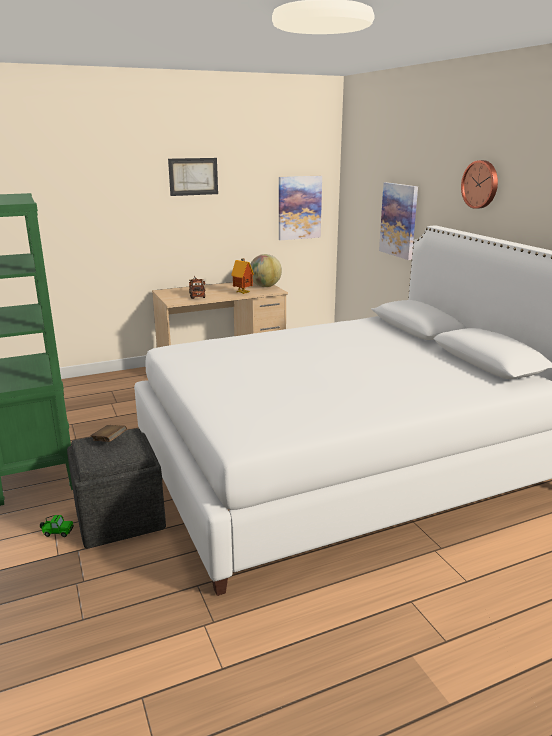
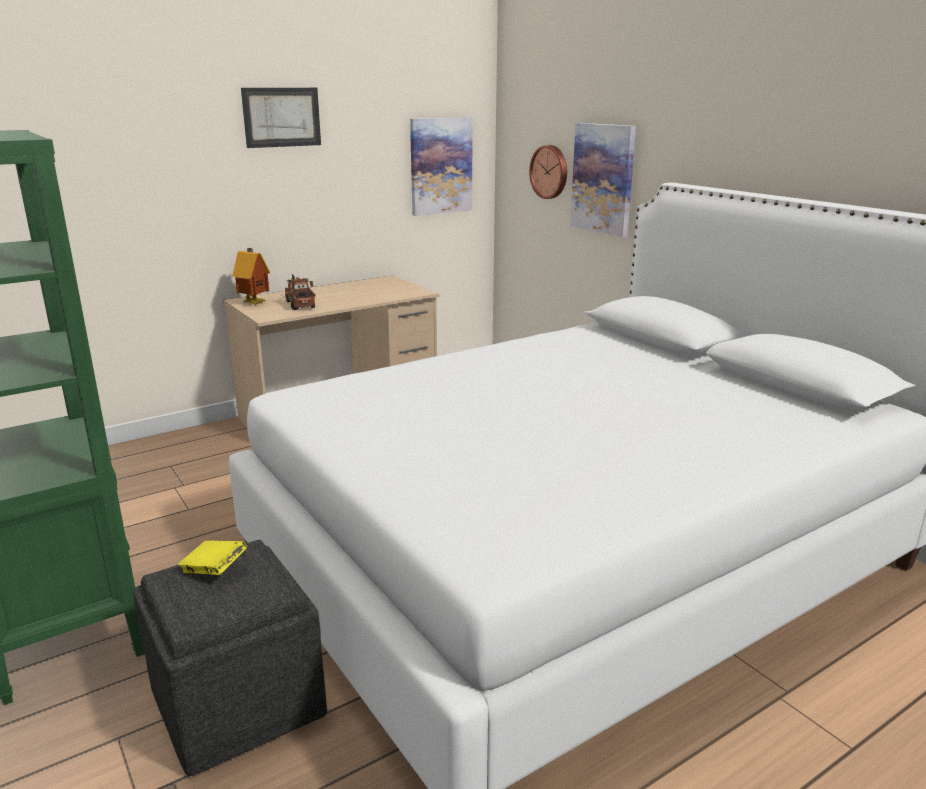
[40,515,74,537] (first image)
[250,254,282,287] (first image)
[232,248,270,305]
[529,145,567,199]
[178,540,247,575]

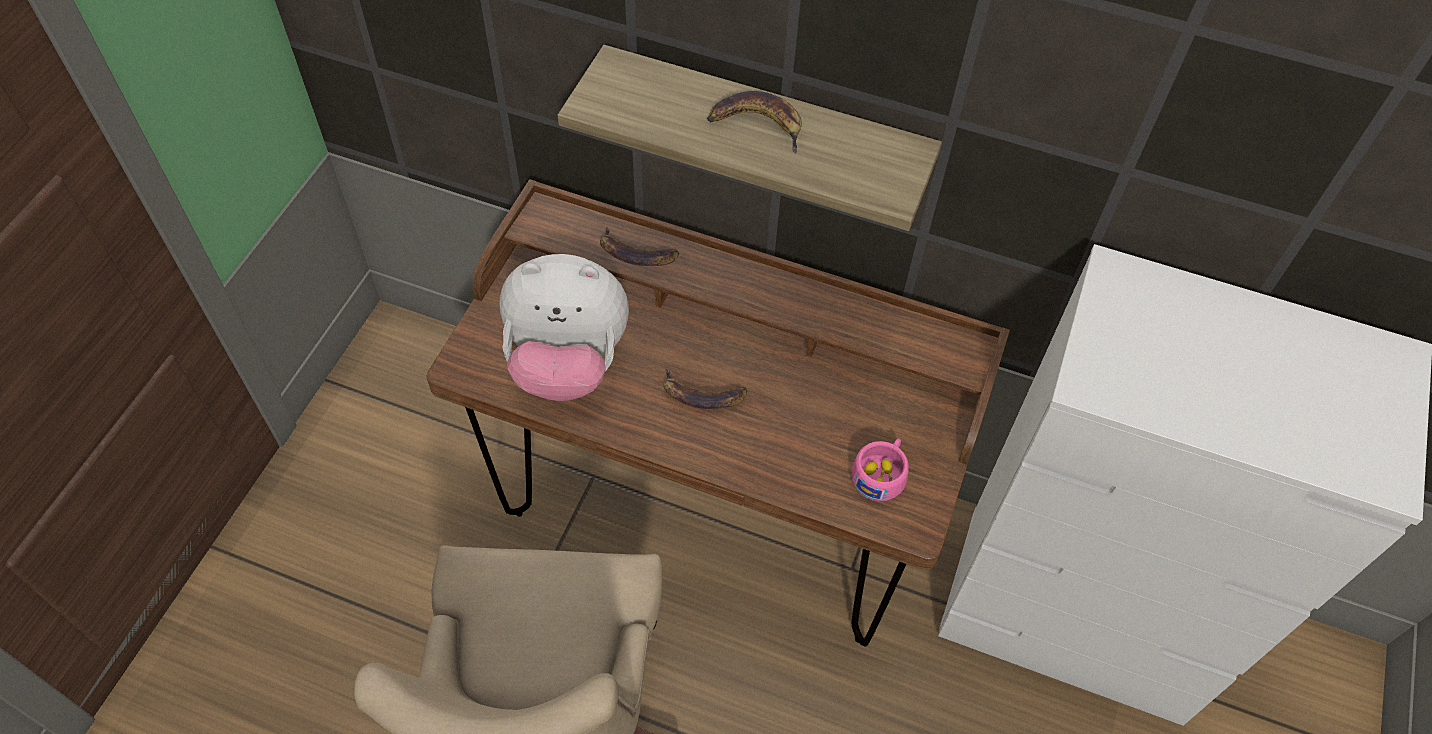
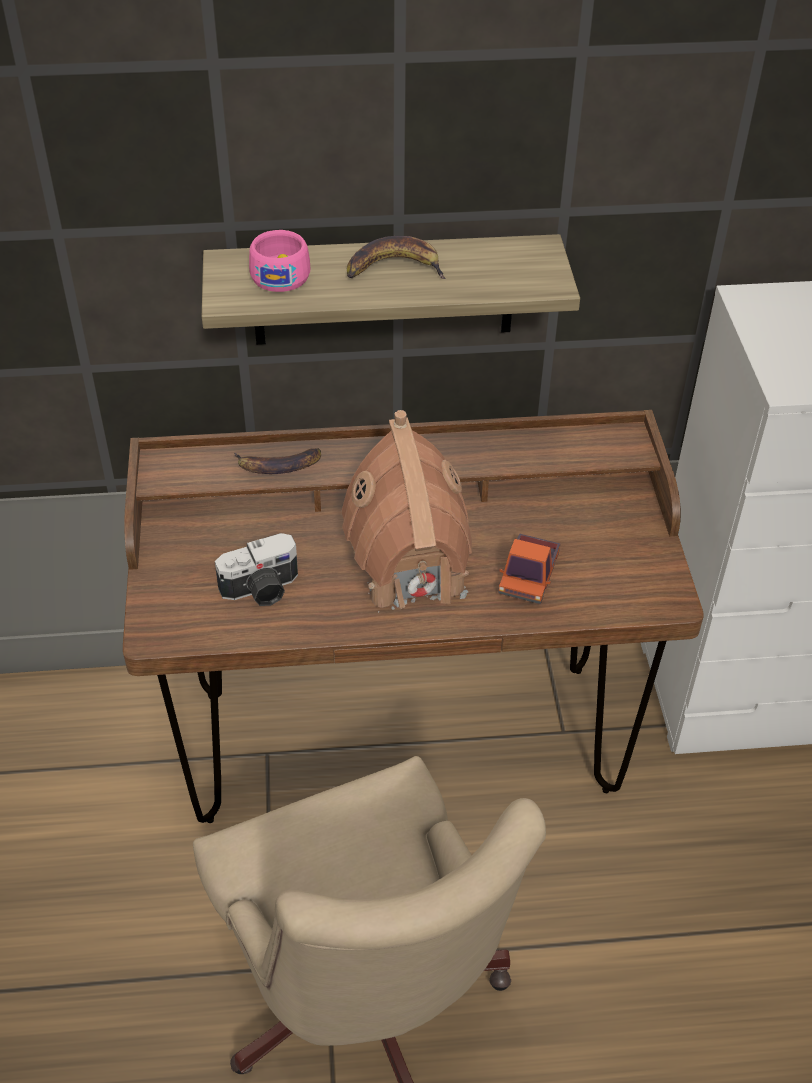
[498,533,560,604]
[249,230,310,292]
[215,533,298,606]
[341,410,472,613]

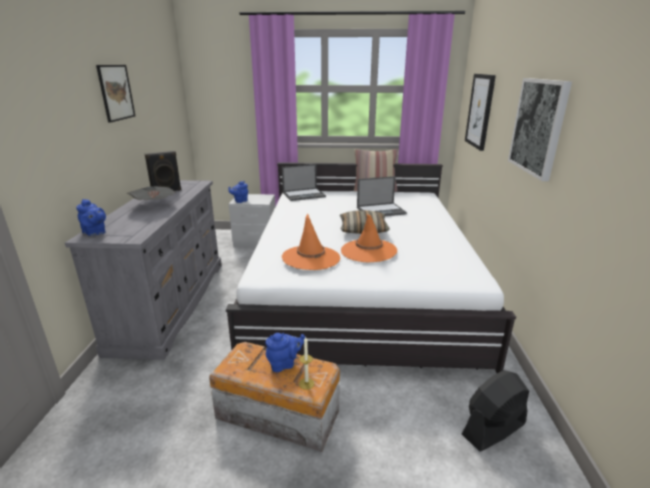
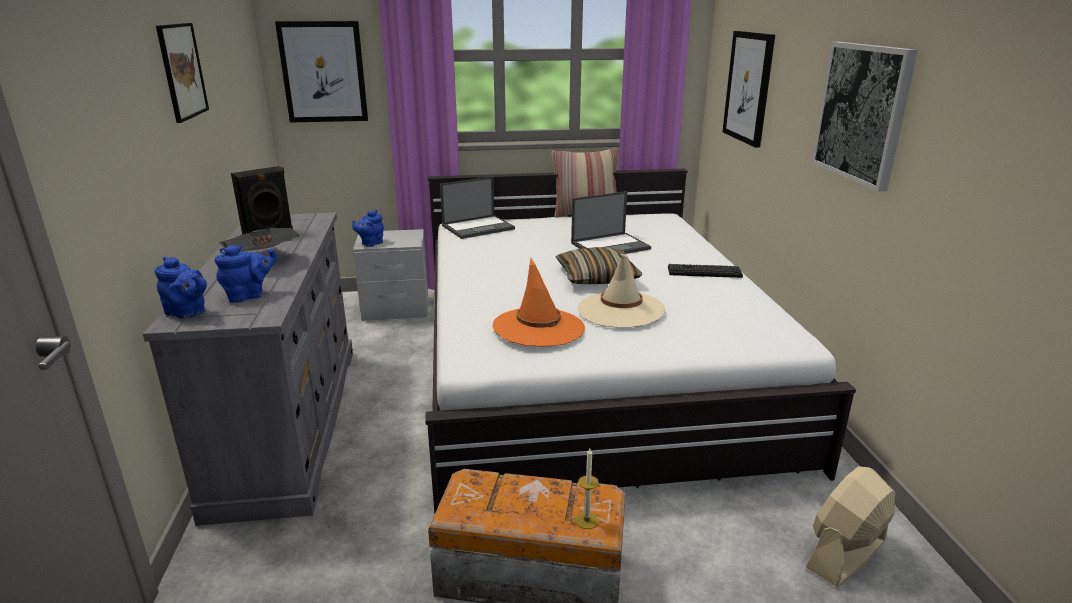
[275,21,368,122]
[668,264,743,278]
[215,245,277,303]
[577,254,665,328]
[806,466,895,588]

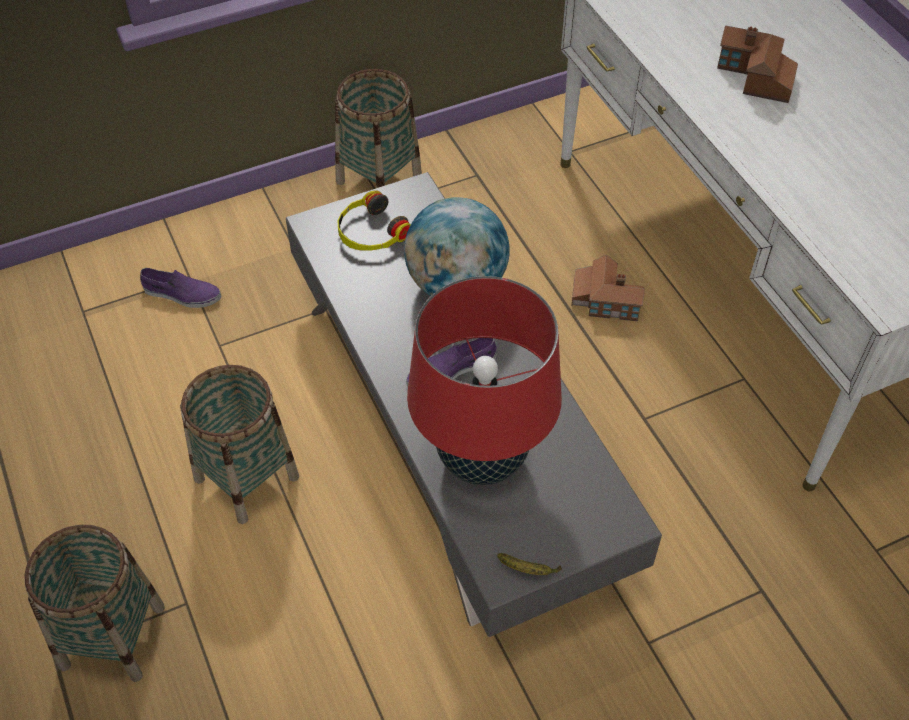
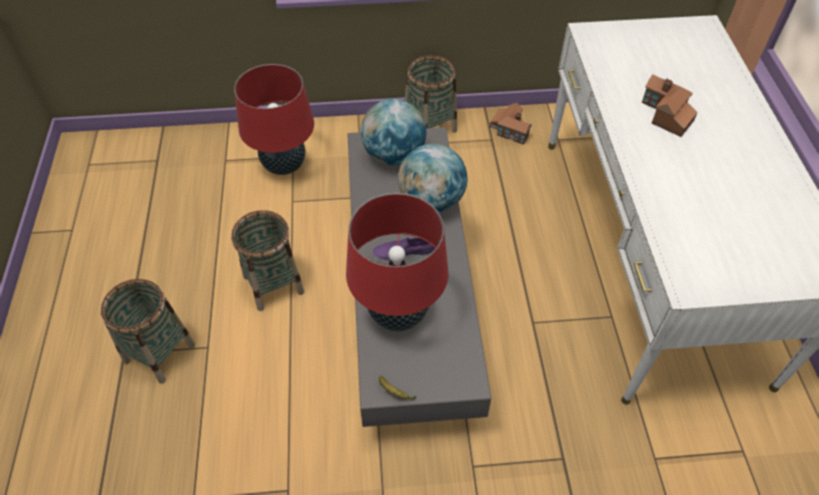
[490,102,532,145]
[234,64,314,175]
[361,99,426,165]

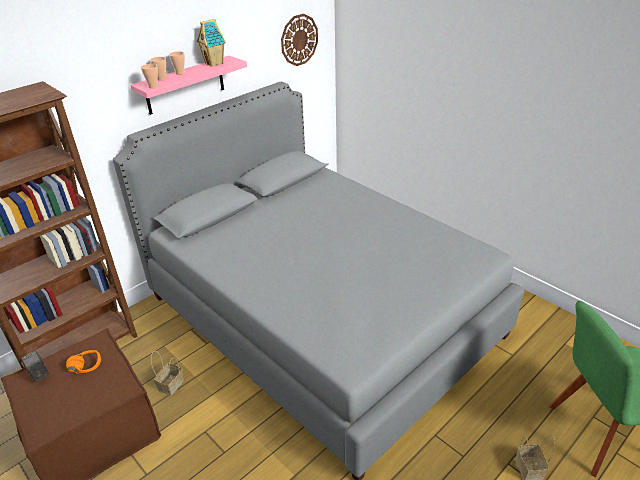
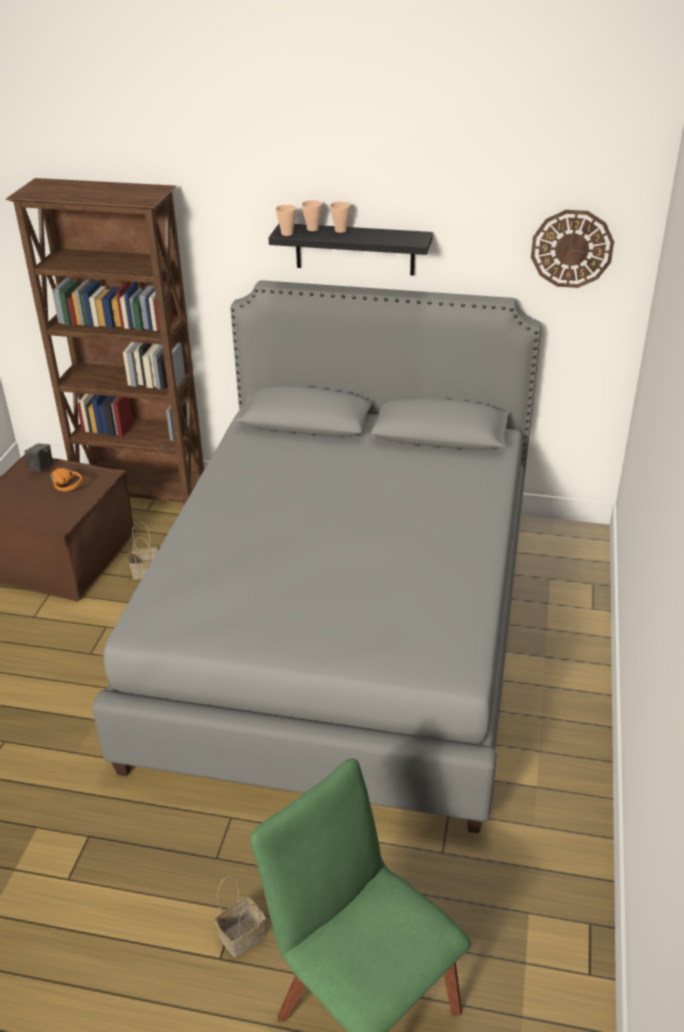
[197,19,226,67] (first image)
[269,224,433,276]

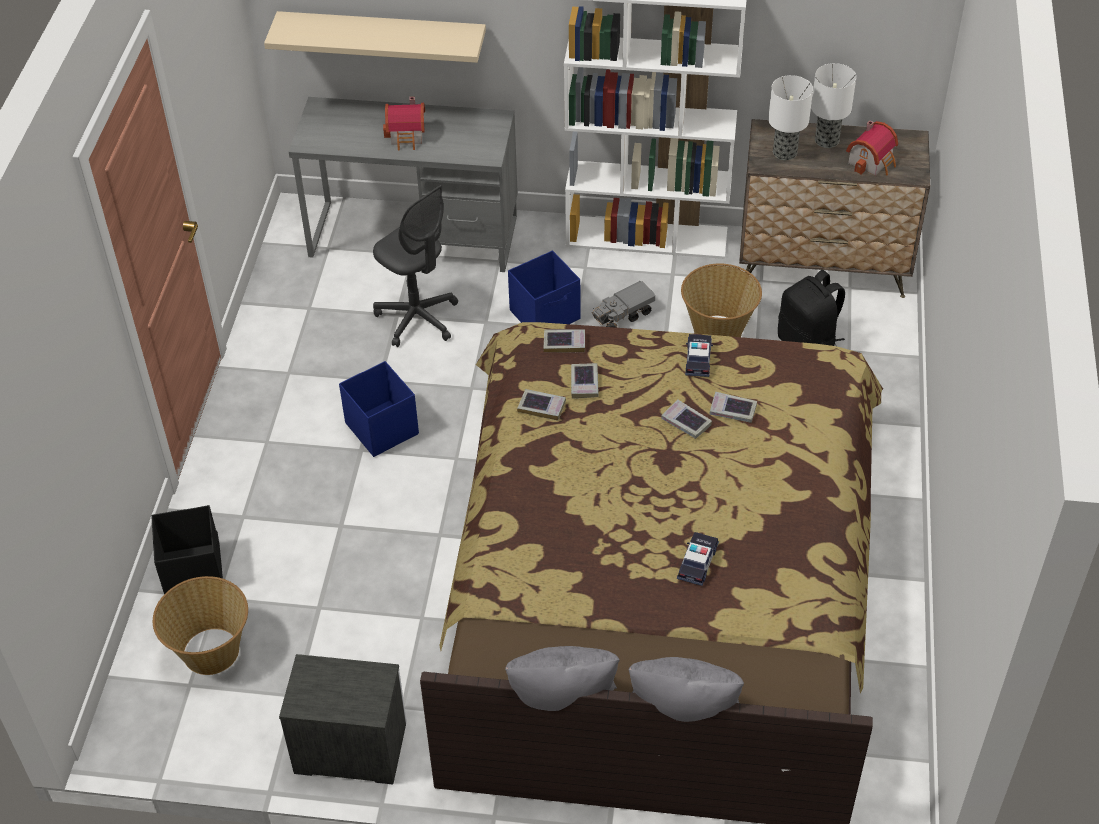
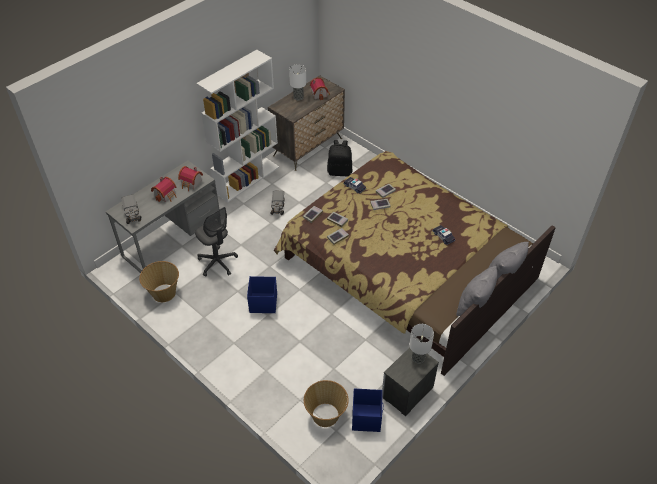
[151,505,223,594] (first image)
[264,11,486,63] (first image)
[121,195,142,224]
[178,166,203,191]
[352,389,384,432]
[139,261,179,302]
[409,324,434,363]
[195,207,238,277]

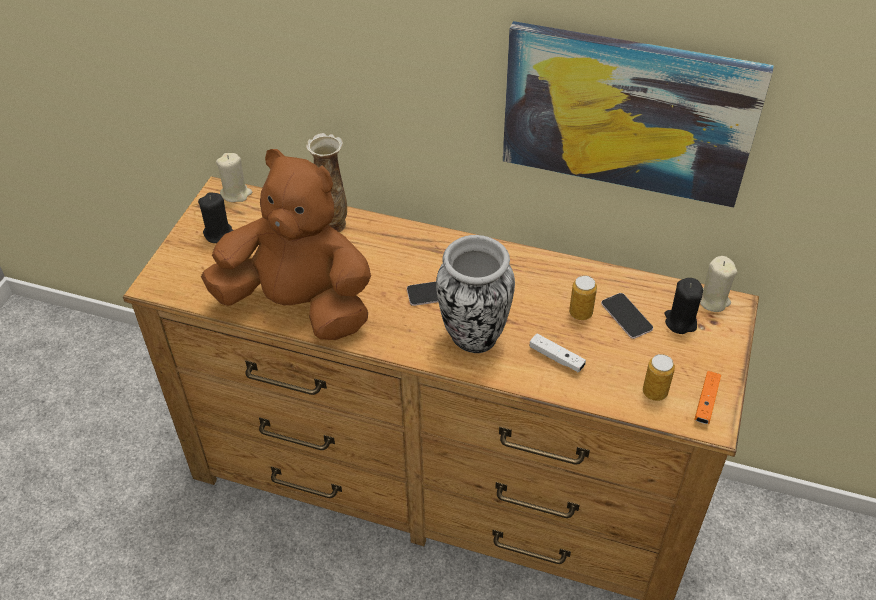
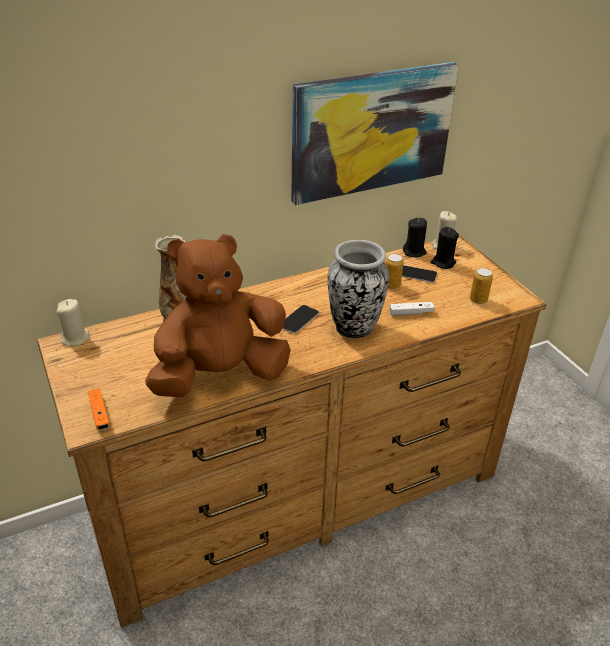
[403,218,427,257]
[88,388,110,430]

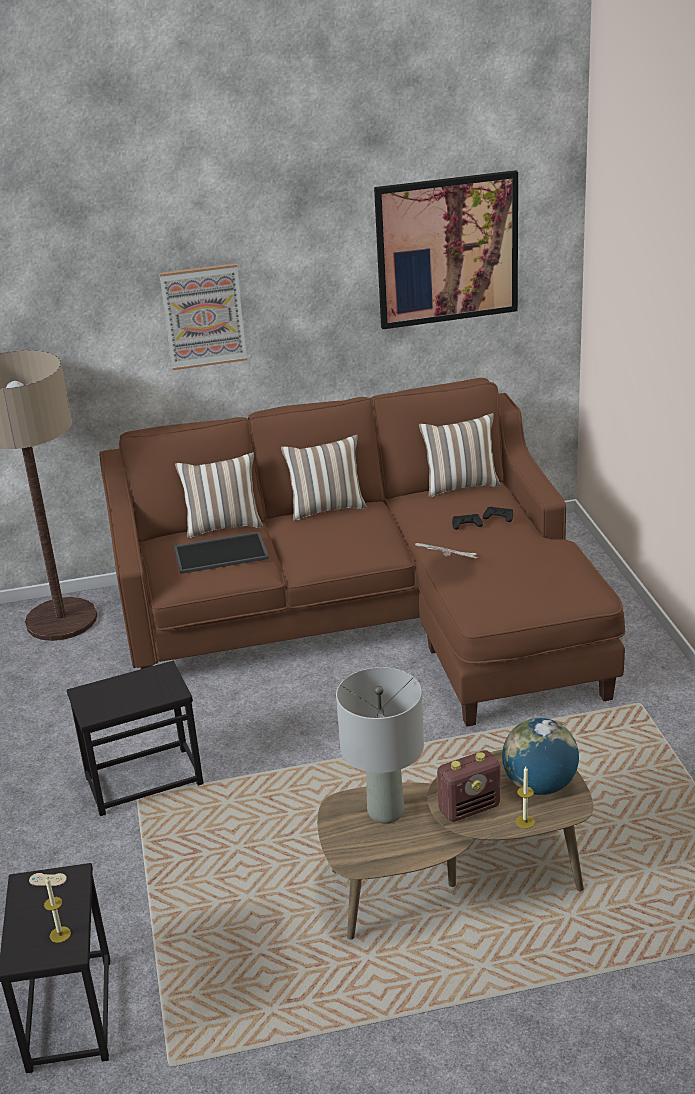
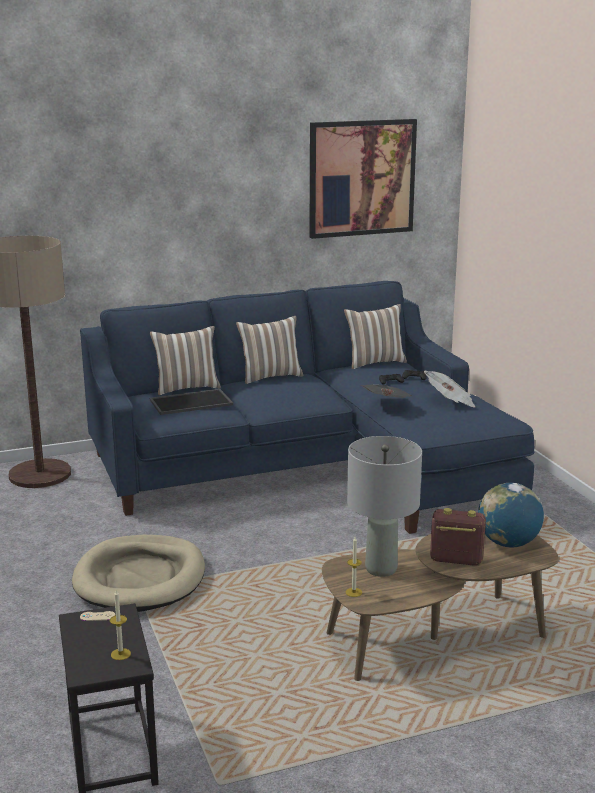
[159,263,247,370] (first image)
[424,371,475,407]
[346,537,362,597]
[72,535,205,612]
[80,281,534,534]
[430,508,486,566]

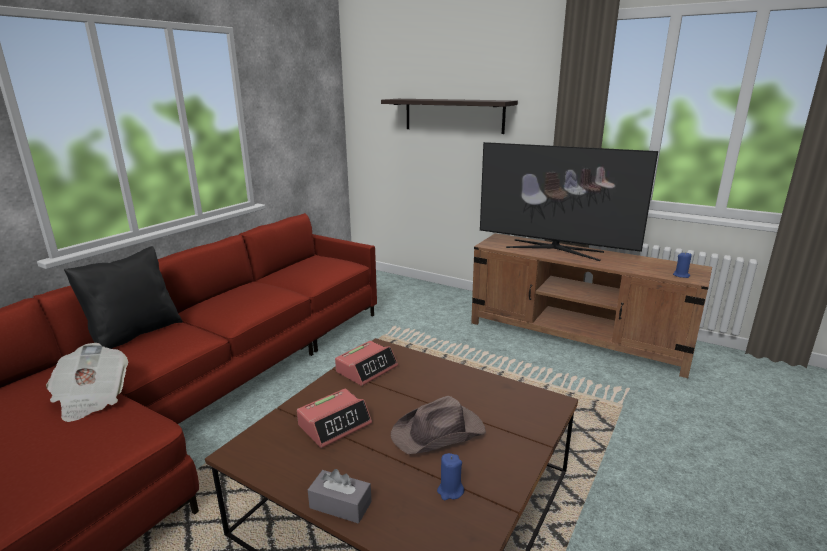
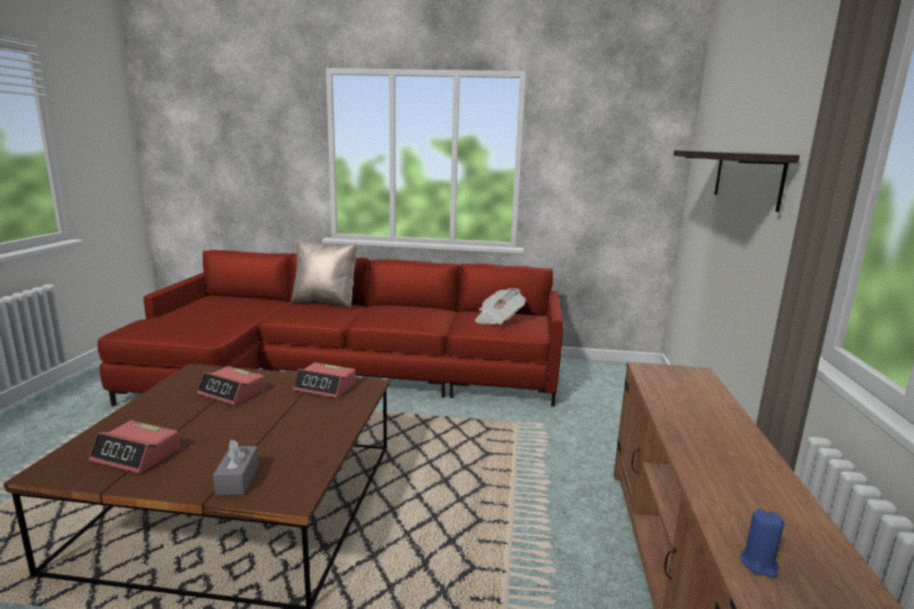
[391,396,486,454] (first image)
[480,142,658,261] (first image)
[475,288,526,325]
[213,440,259,495]
[89,421,180,474]
[290,239,358,308]

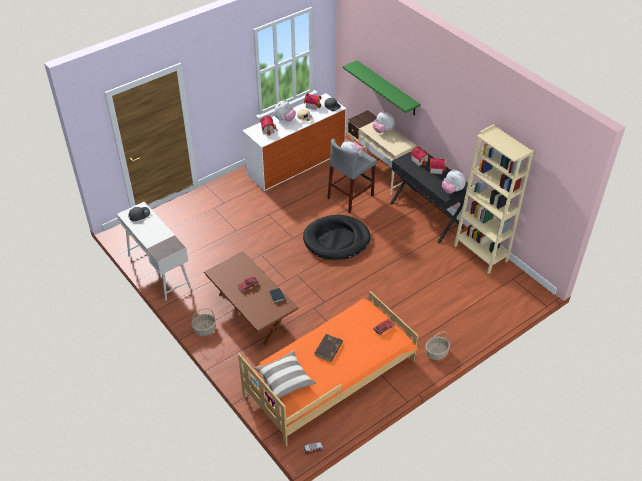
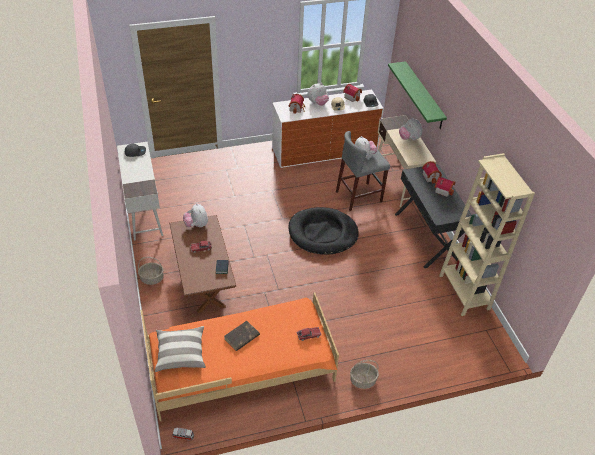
[183,203,208,228]

